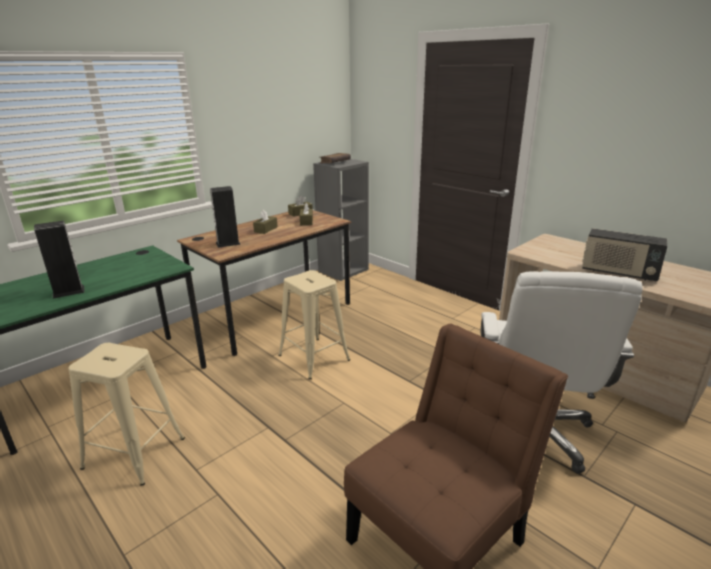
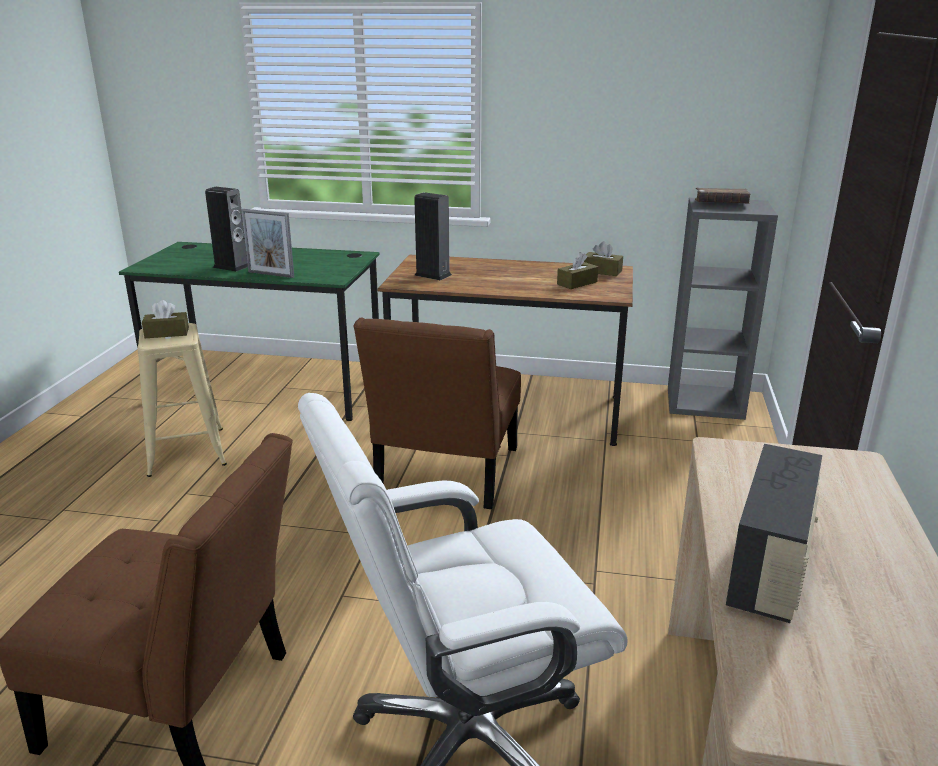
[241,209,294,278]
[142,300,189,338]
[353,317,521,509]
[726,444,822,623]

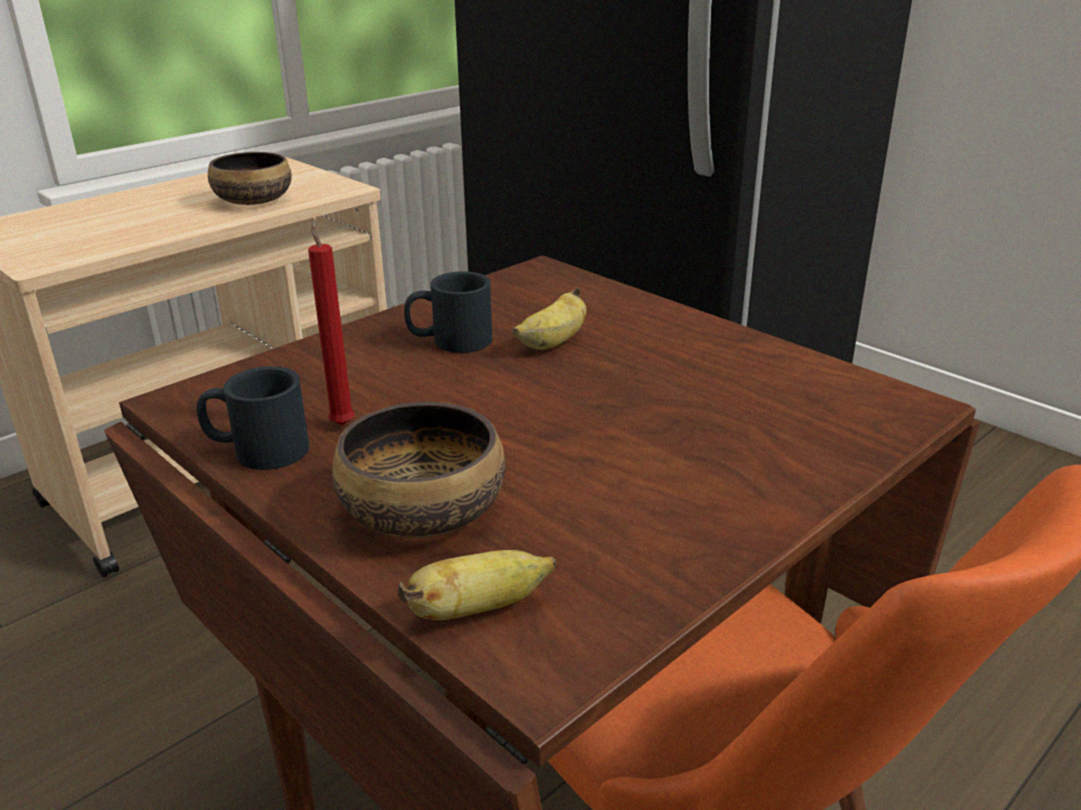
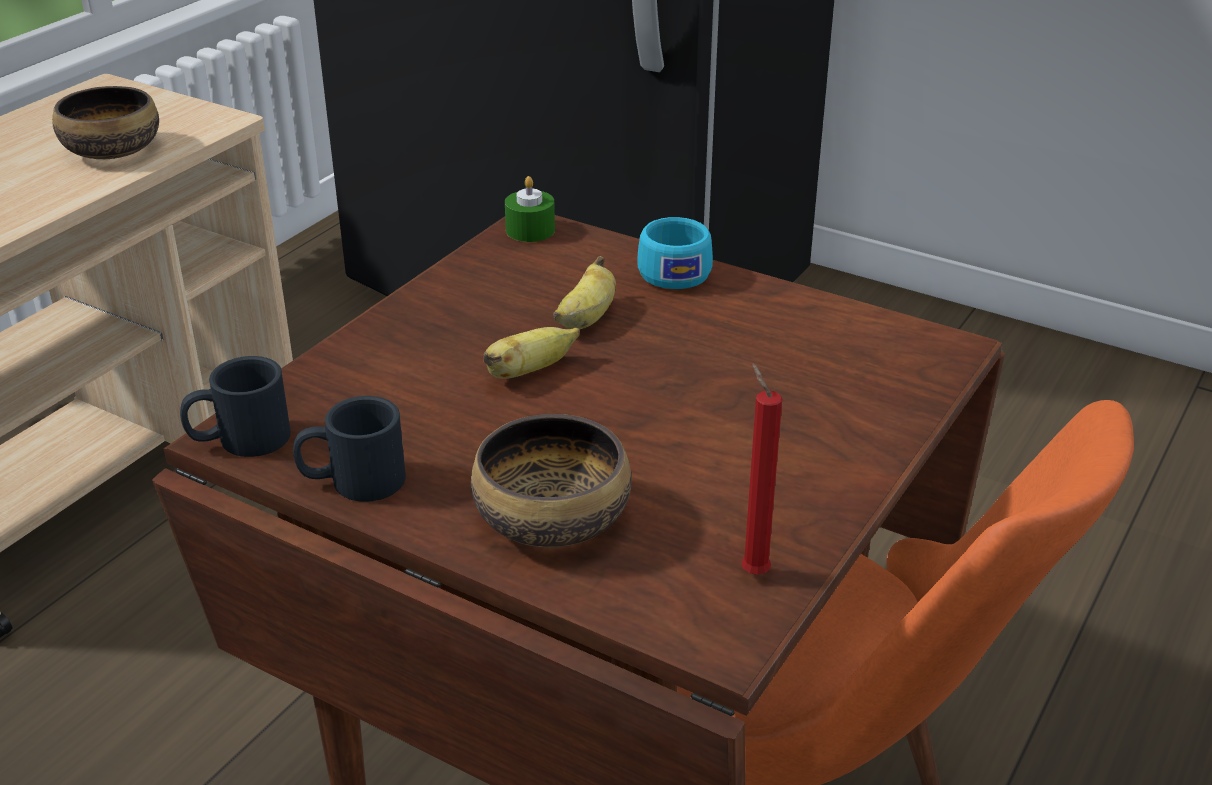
[505,176,555,242]
[637,217,713,289]
[741,364,782,575]
[483,327,580,379]
[180,356,291,457]

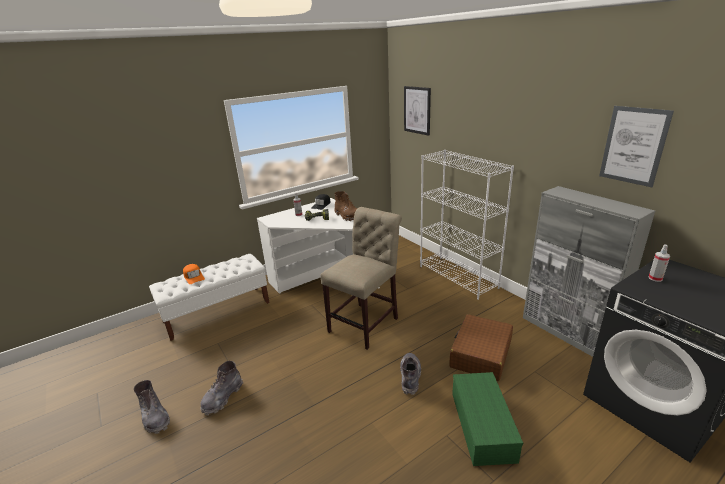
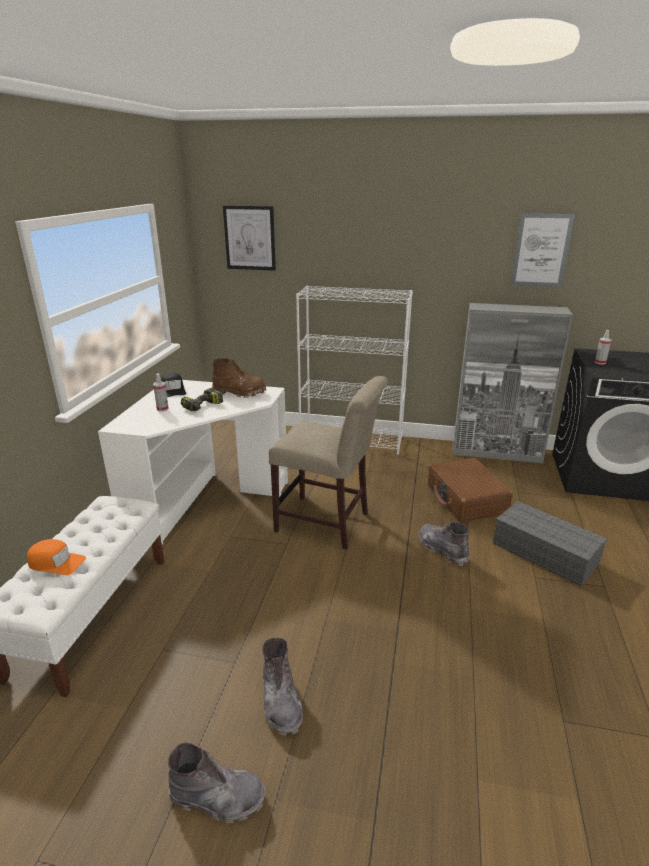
[493,501,608,586]
[269,376,388,550]

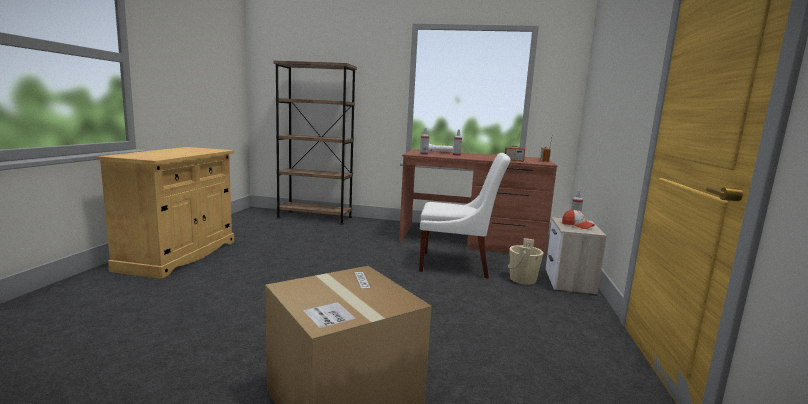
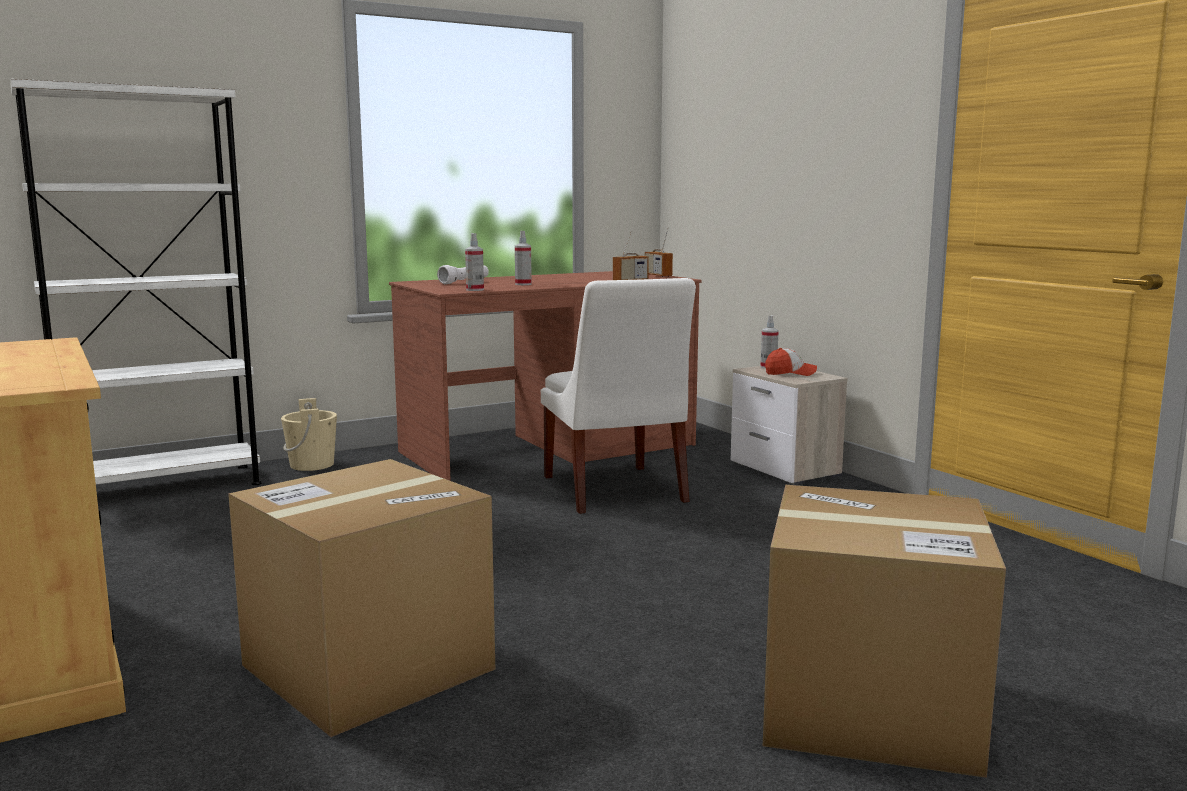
[228,459,495,737]
[281,398,337,471]
[11,79,262,485]
[541,278,696,514]

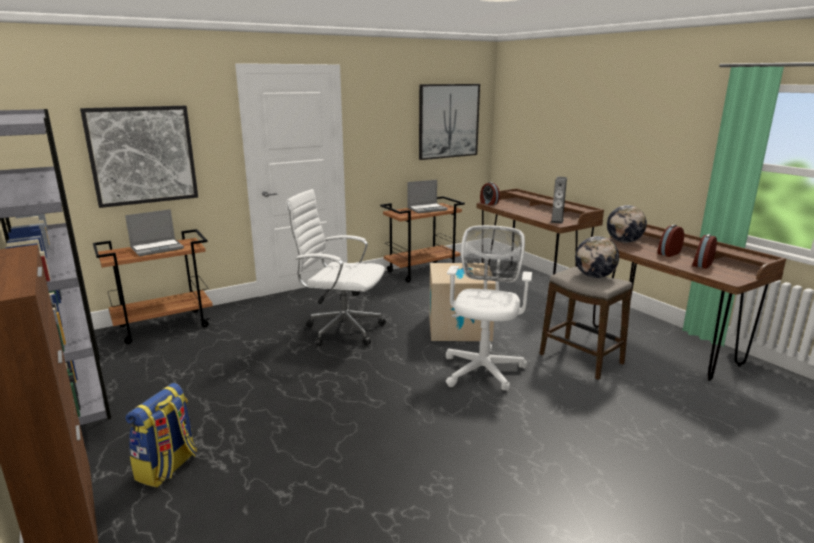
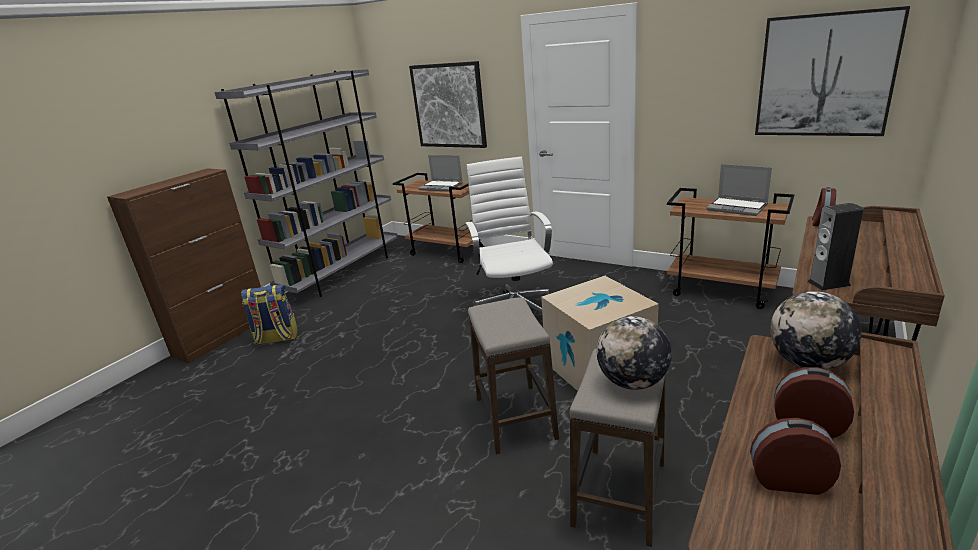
[468,297,559,454]

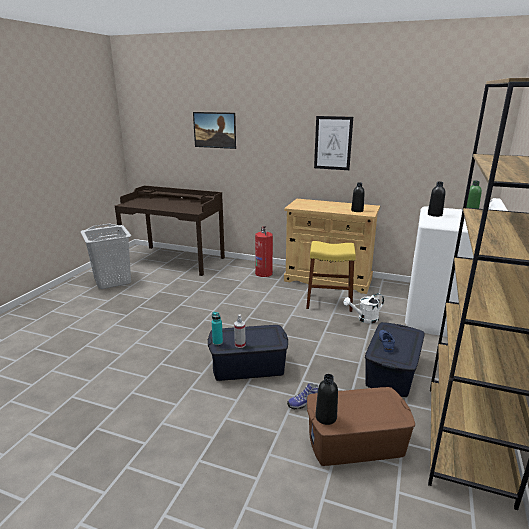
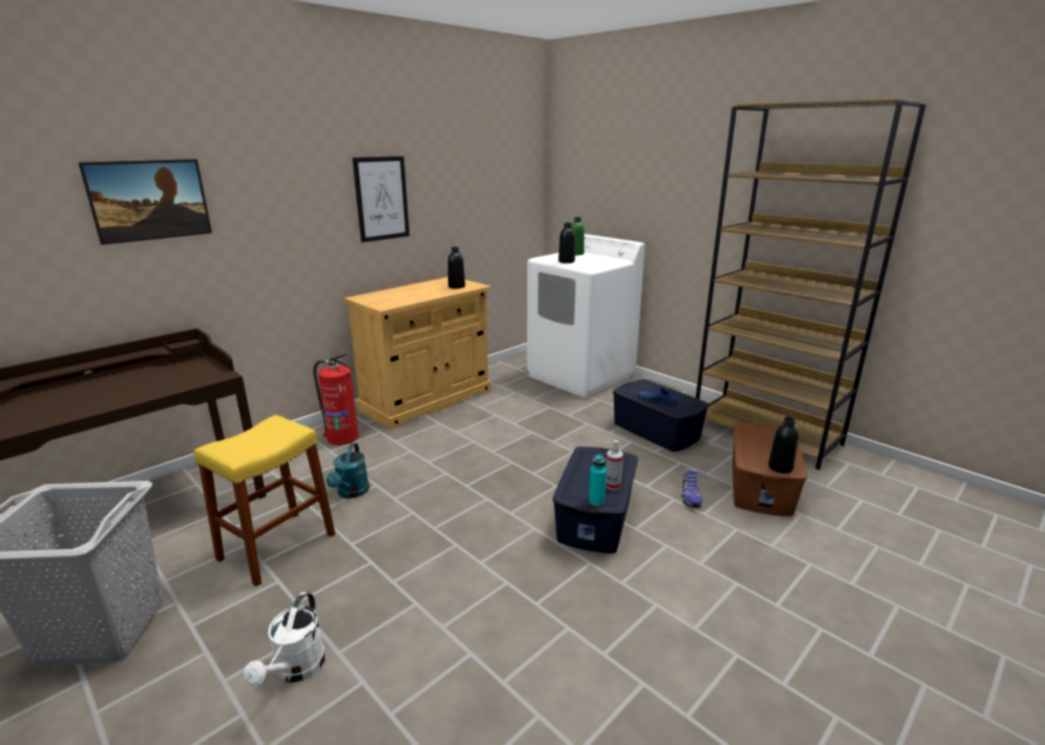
[326,443,370,498]
[194,415,335,587]
[244,592,326,686]

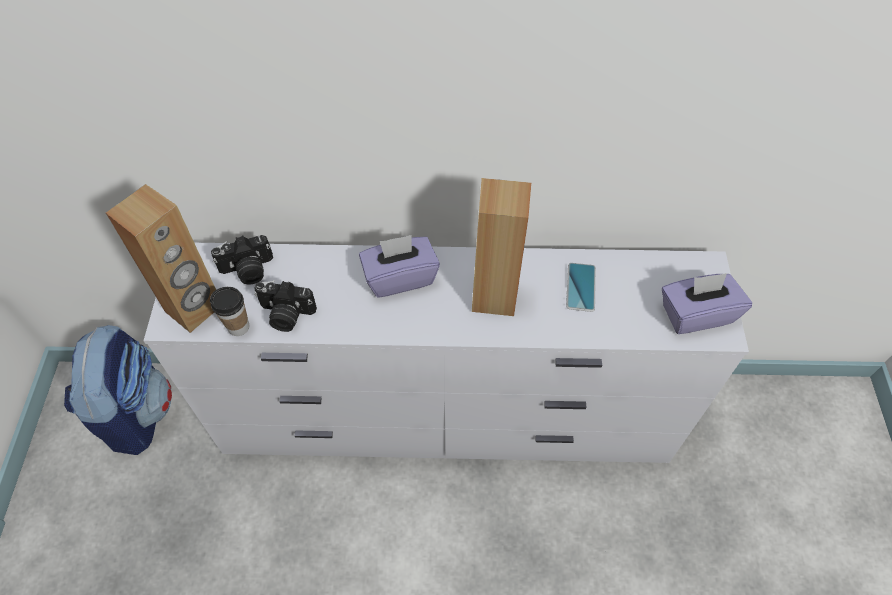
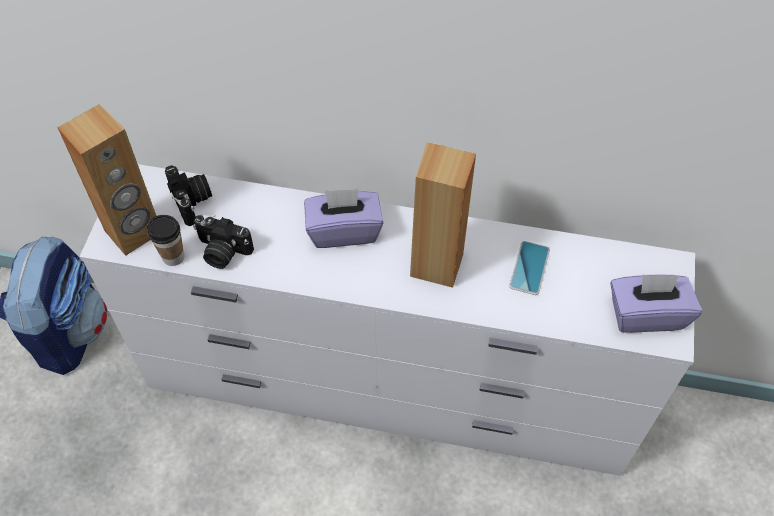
[165,165,212,226]

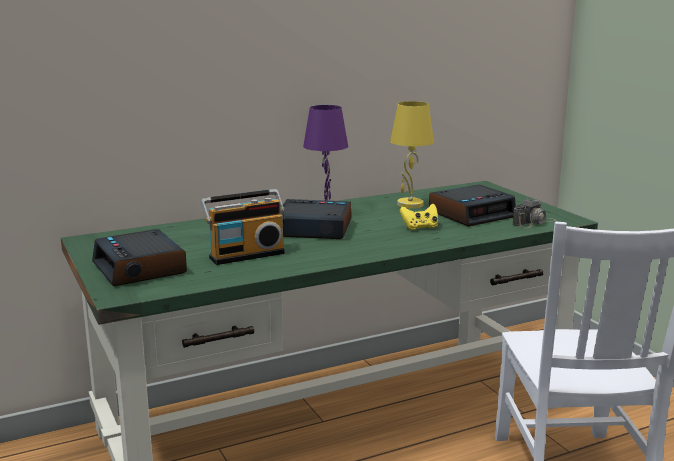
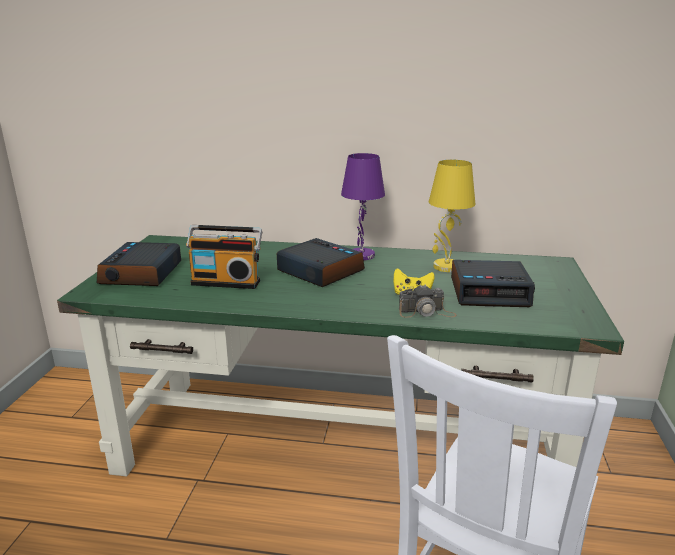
[399,285,457,318]

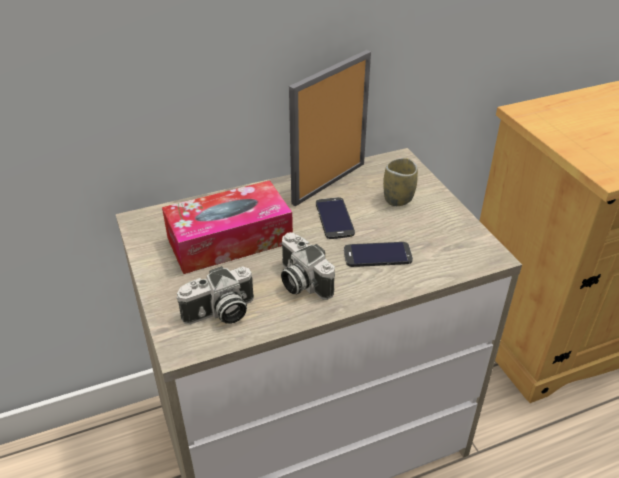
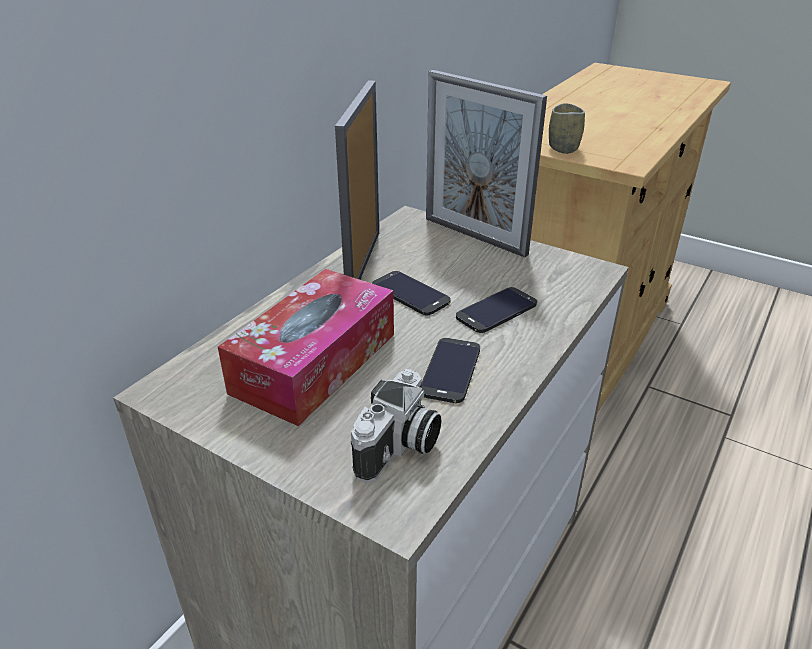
[426,70,547,257]
[549,103,585,154]
[421,338,480,403]

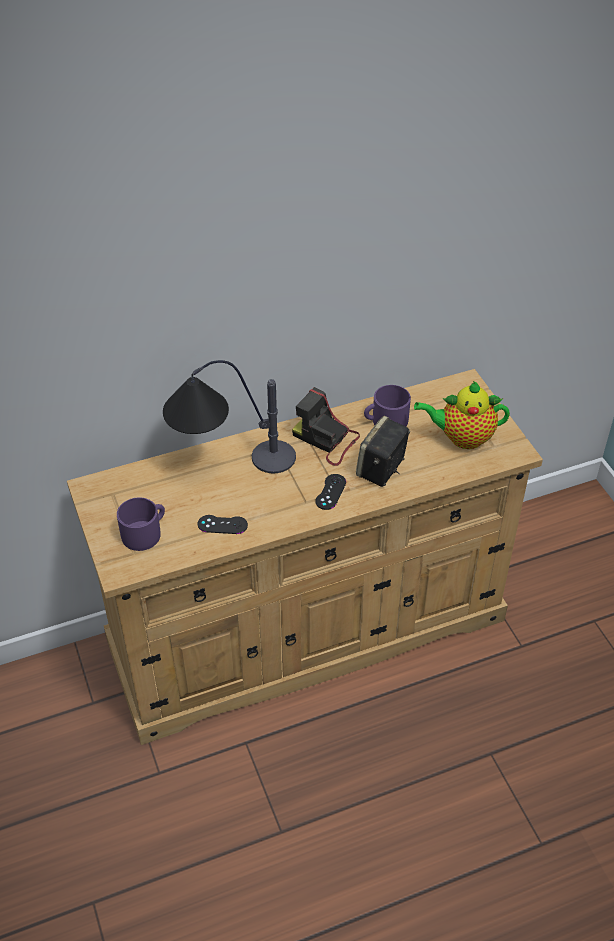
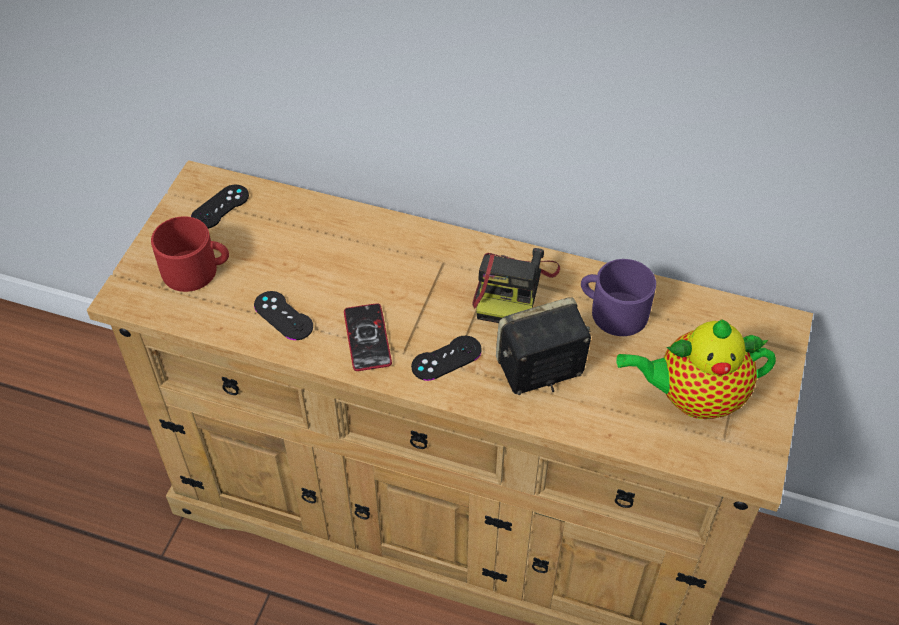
[163,360,296,473] (first image)
[191,185,249,229]
[344,303,392,371]
[151,216,229,292]
[472,248,560,323]
[616,319,776,419]

